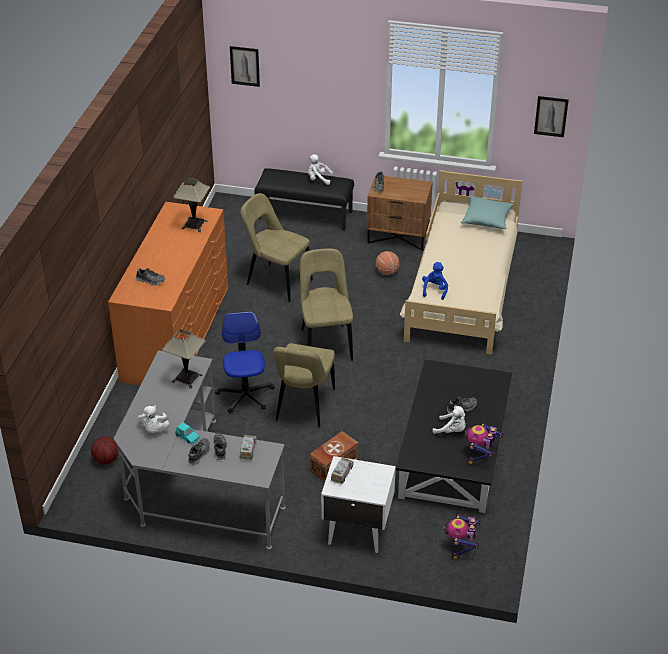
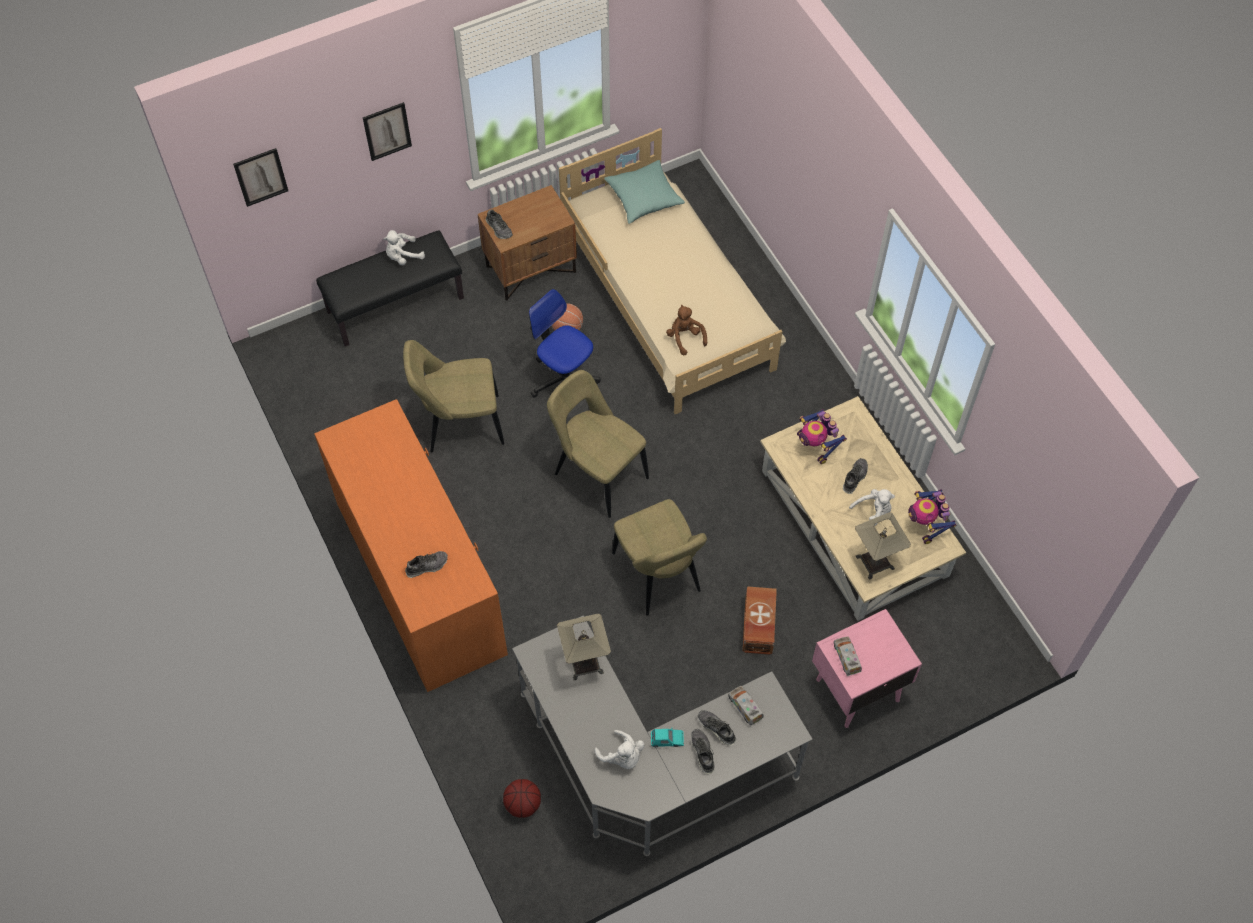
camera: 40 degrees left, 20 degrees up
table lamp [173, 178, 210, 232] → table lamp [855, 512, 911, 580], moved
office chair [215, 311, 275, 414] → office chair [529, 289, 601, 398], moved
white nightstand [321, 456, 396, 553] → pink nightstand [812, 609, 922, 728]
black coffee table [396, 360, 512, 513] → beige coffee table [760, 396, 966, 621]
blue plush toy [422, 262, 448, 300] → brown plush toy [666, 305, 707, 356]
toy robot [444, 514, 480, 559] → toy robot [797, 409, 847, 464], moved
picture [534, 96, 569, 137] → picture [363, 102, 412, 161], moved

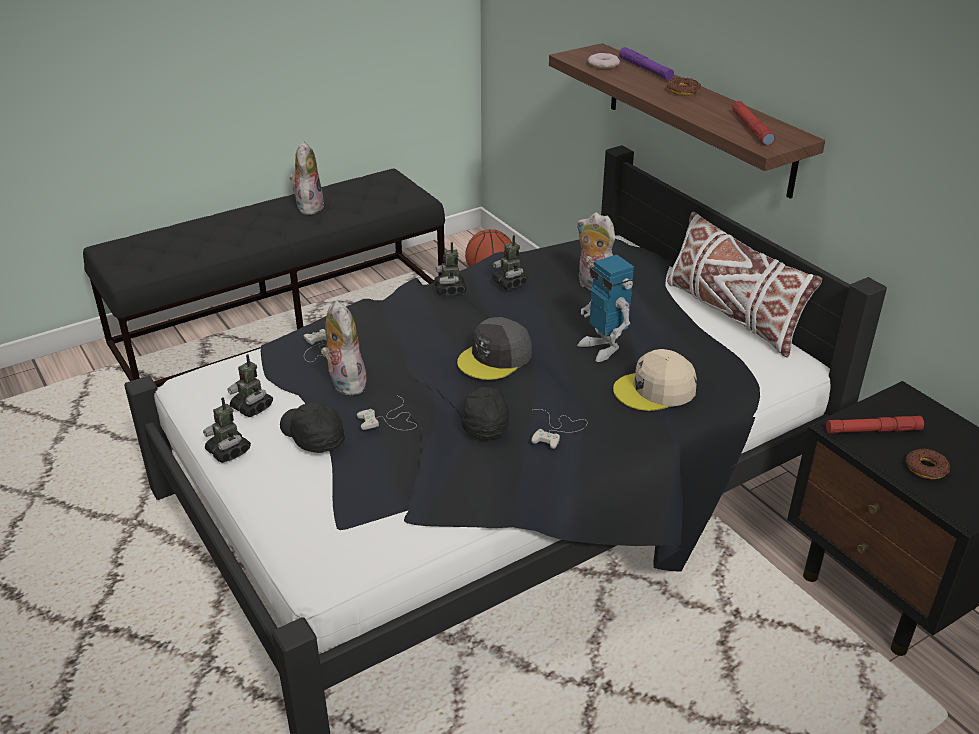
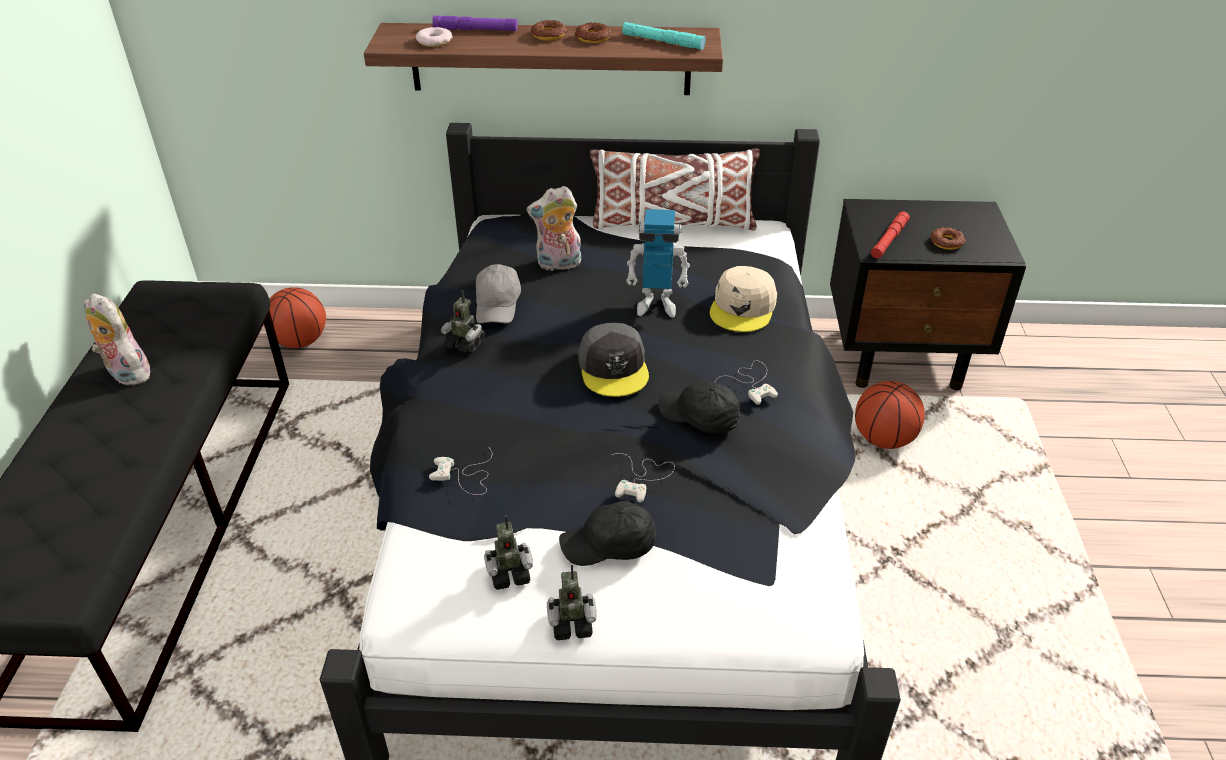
camera: 55 degrees left, 5 degrees up
plush toy [321, 301, 366, 395] → -
toy robot [492, 235, 528, 290] → grey cap [476, 264, 521, 323]
red flashlight [732, 101, 776, 146] → turquoise flashlight [622, 22, 706, 50]
- → donut [575, 22, 611, 43]
- → basketball [855, 381, 925, 449]

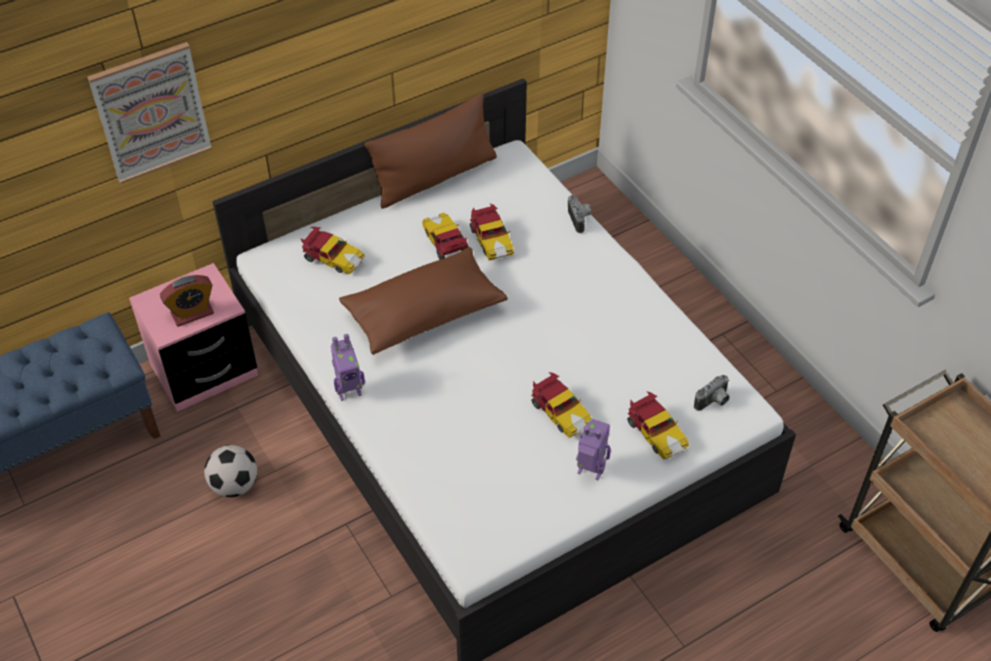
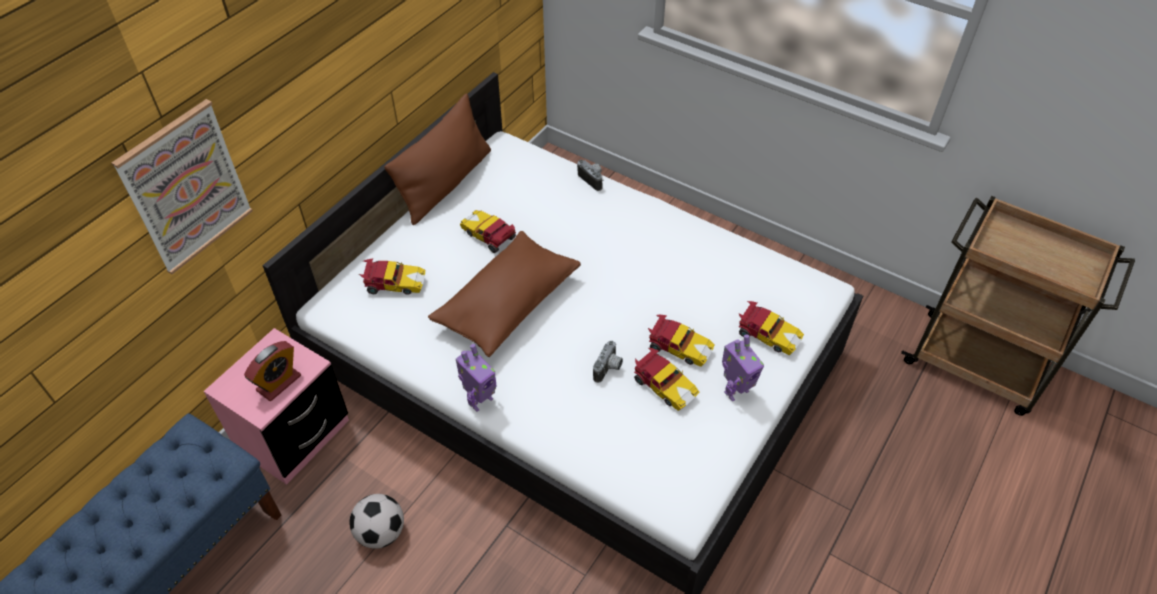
camera: 25 degrees left, 0 degrees up
toy car [470, 203, 514, 260] → toy car [634, 348, 699, 411], moved
toy robot [576, 419, 611, 481] → toy robot [722, 334, 764, 402], 150 degrees clockwise
photo camera [694, 375, 730, 411] → photo camera [593, 341, 623, 383], moved

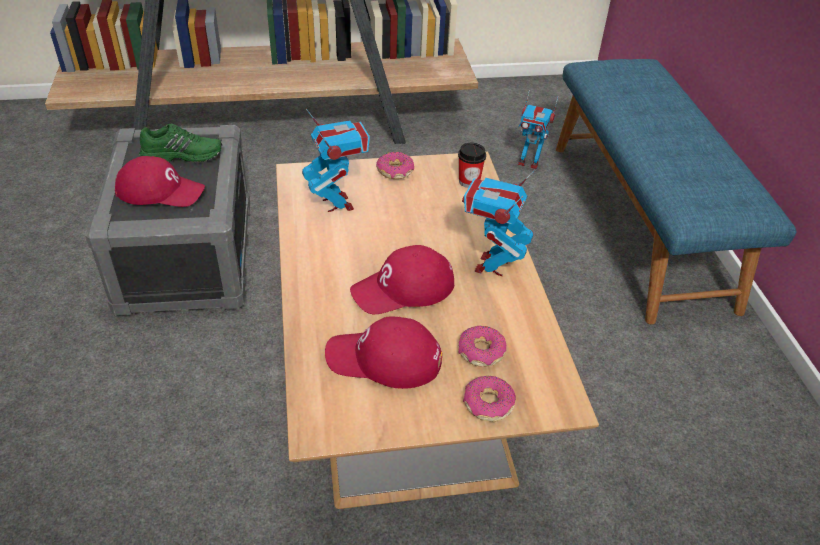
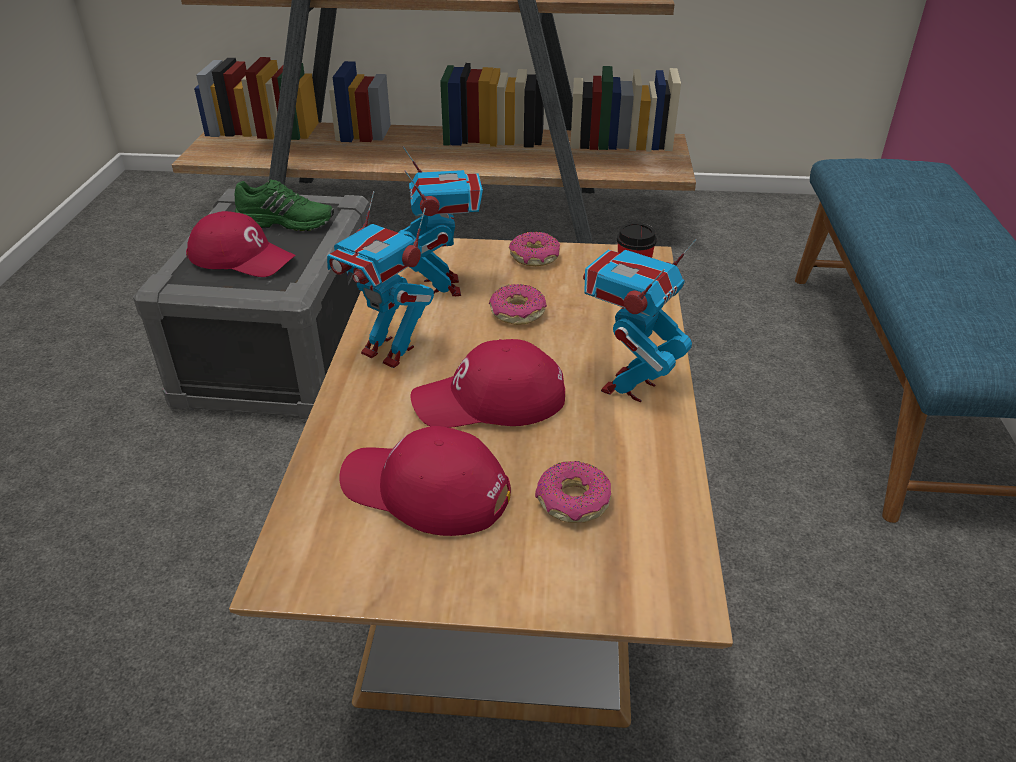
camera: 15 degrees right, 5 degrees down
donut [463, 376, 516, 422] → donut [489, 284, 547, 325], moved
toy robot [518, 90, 558, 169] → toy robot [327, 191, 434, 368], moved

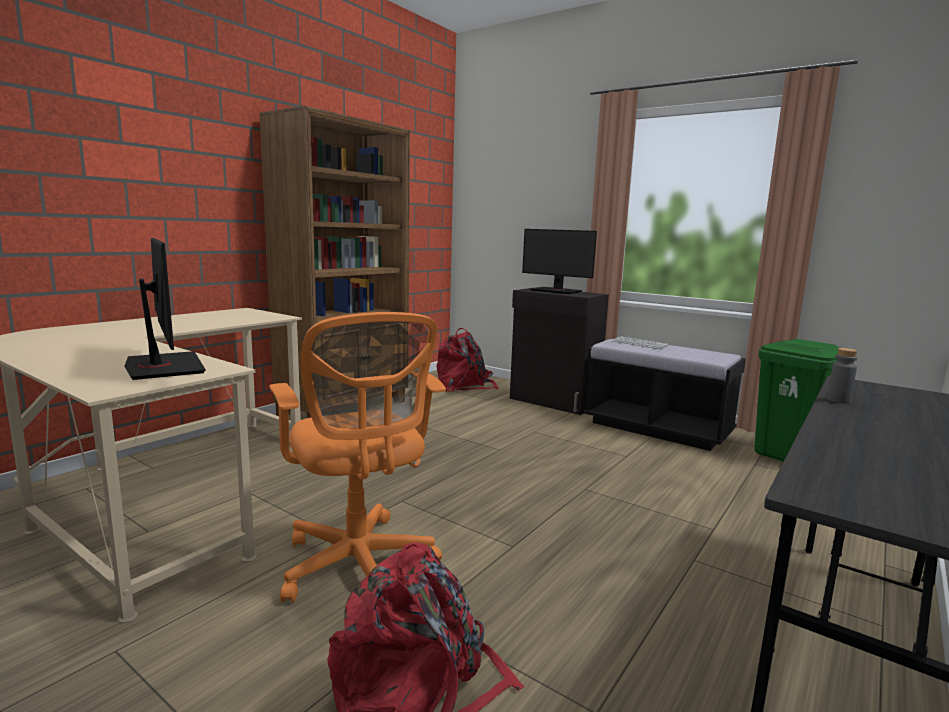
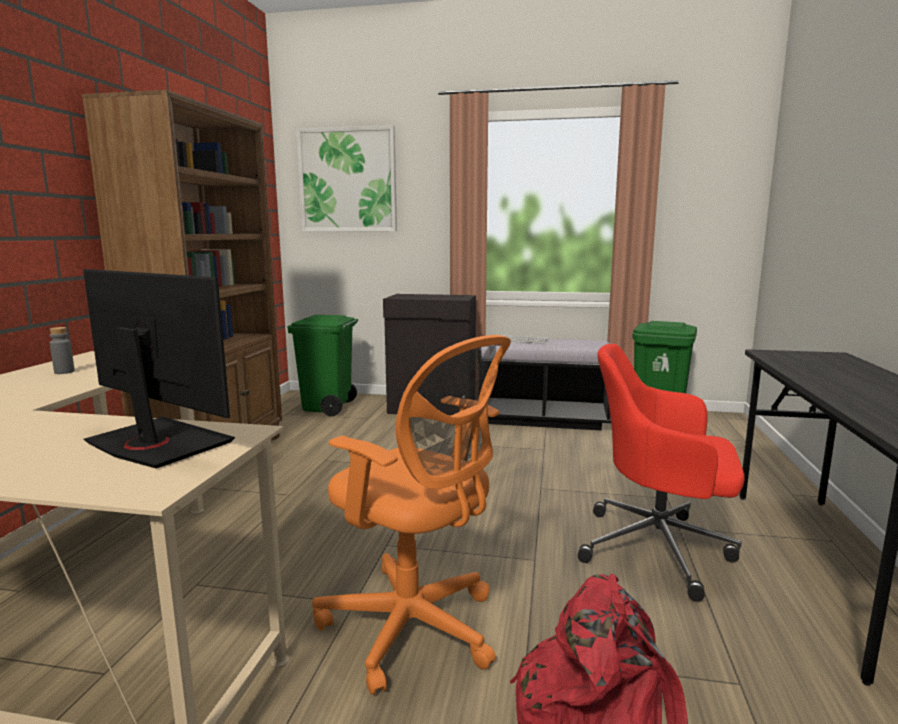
camera: 25 degrees left, 0 degrees up
red backpack [436, 328, 499, 392] → green trash can [288, 315, 358, 416]
monitor [522, 229, 597, 294] → -
grey bottle [827, 348, 858, 403] → grey bottle [50, 327, 75, 374], moved
- → picture [296, 125, 397, 232]
- → red office chair [578, 344, 745, 602]

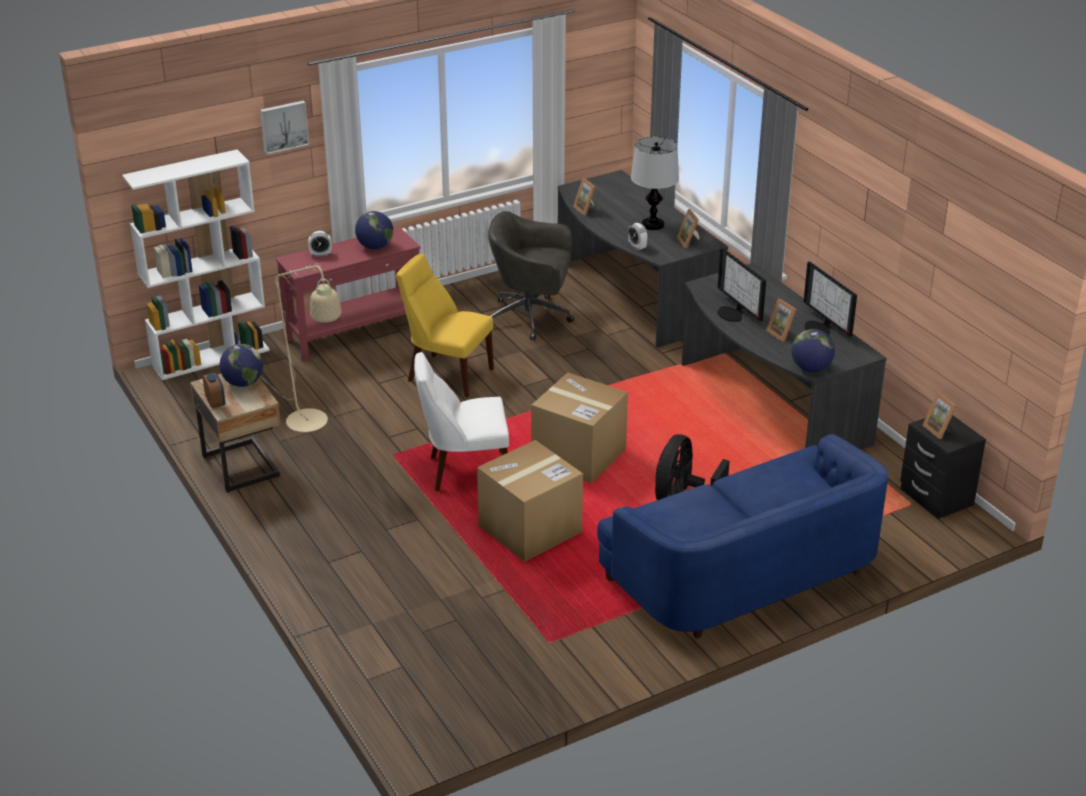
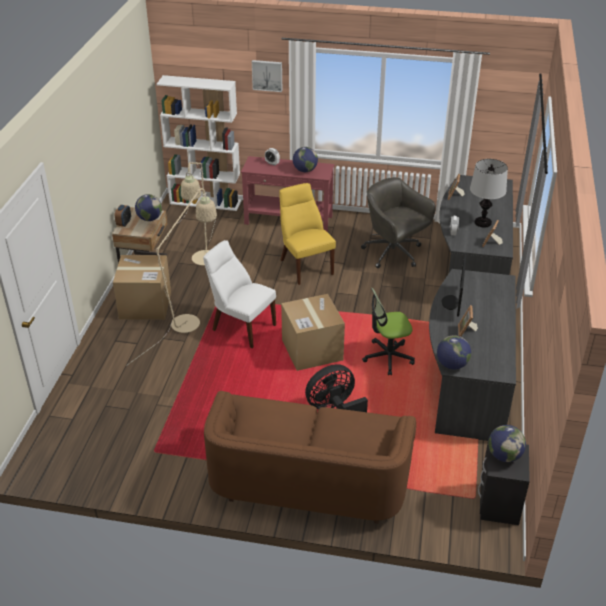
camera: 40 degrees right, 5 degrees up
cardboard box [477, 440, 583, 562] → cardboard box [113, 255, 171, 320], moved
blue sofa [597, 434, 888, 639] → brown sofa [204, 391, 416, 524]
monitor [803, 261, 857, 337] → -
picture frame [923, 392, 956, 439] → globe [488, 425, 526, 462]
- → beige floor lamp [126, 188, 217, 366]
- → office chair [362, 288, 415, 376]

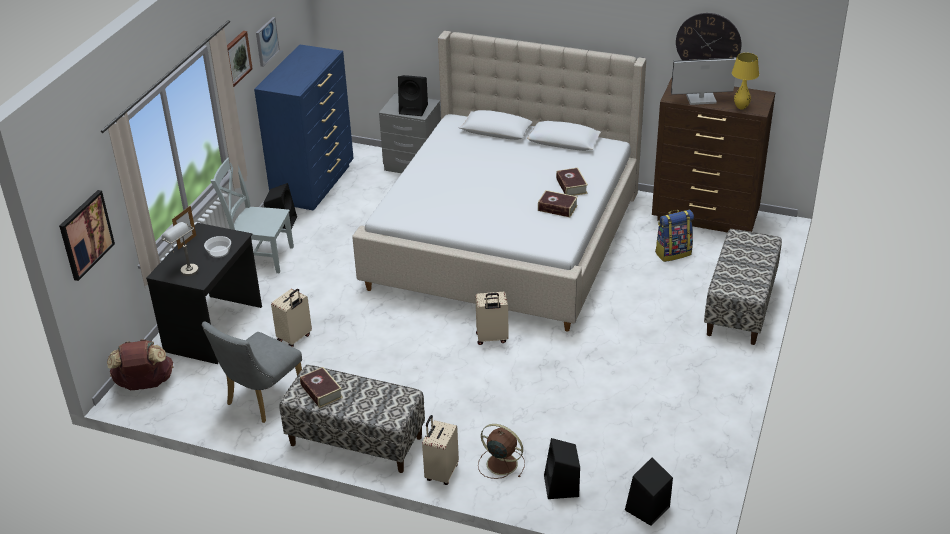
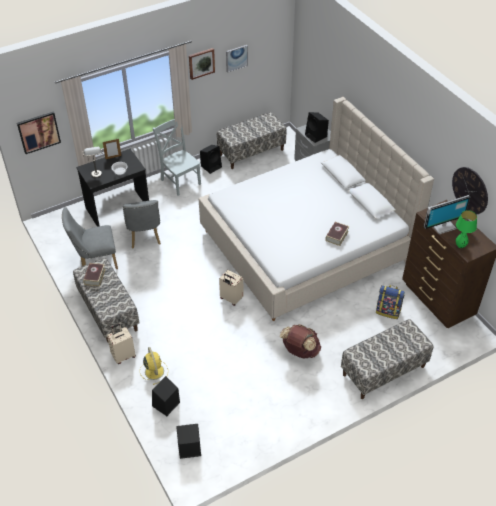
camera: 40 degrees right, 10 degrees up
brown backpack [107, 339, 173, 390] → brown backpack [280, 324, 321, 358], moved
blue dresser [254, 44, 354, 211] → bench [217, 112, 287, 169]
beige suitcase [271, 289, 312, 347] → grey chair [123, 200, 161, 249]
brown fan [478, 424, 525, 479] → yellow fan [140, 347, 168, 385]
book [538, 190, 578, 217] → -
monitor [671, 58, 736, 105] → monitor [424, 195, 470, 234], 120 degrees clockwise
yellow table lamp [732, 53, 759, 110] → green table lamp [456, 210, 477, 248]

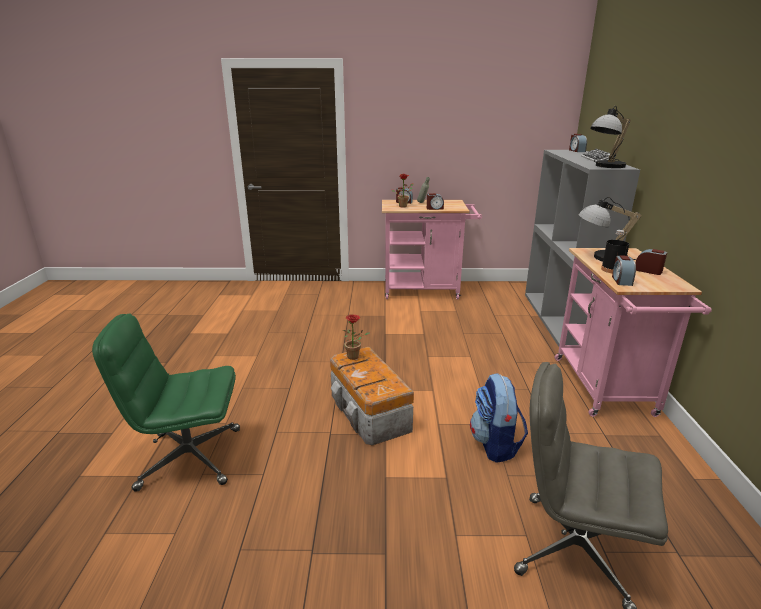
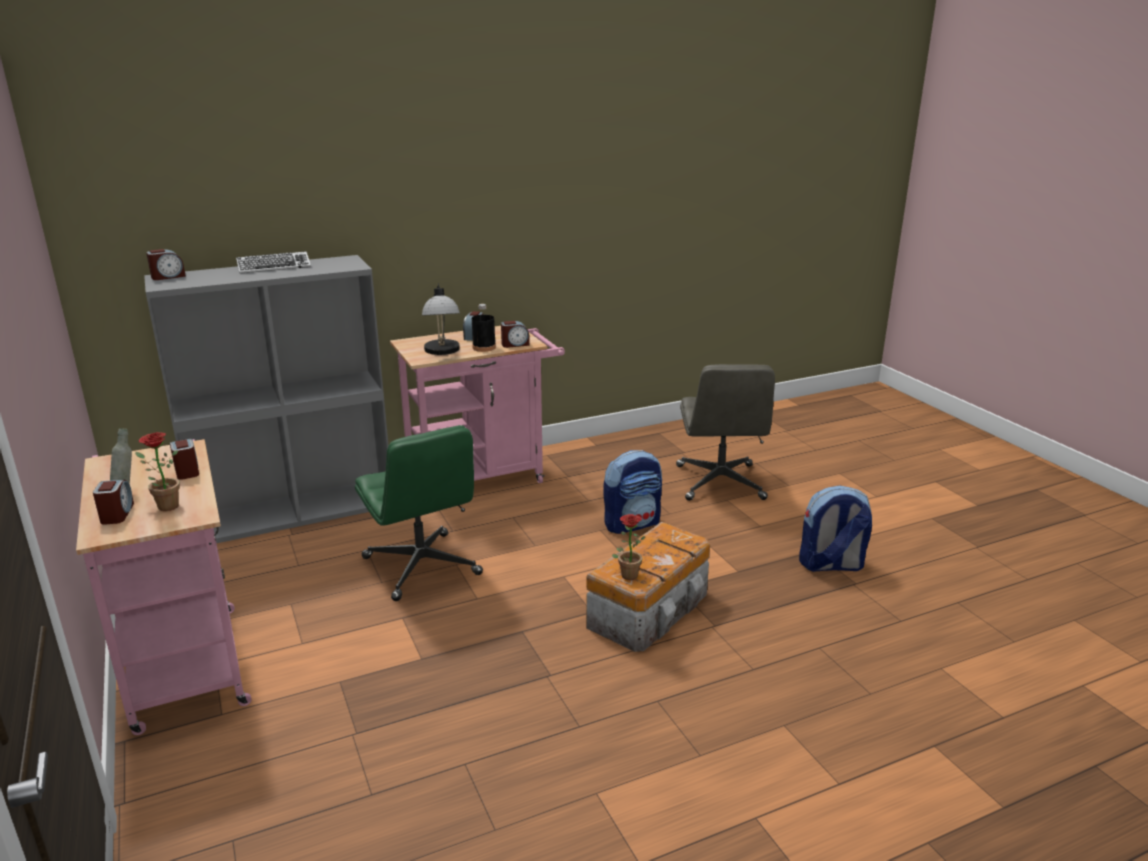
camera: 115 degrees left, 0 degrees up
green office chair [92, 314, 240, 492] → green office chair [355, 425, 483, 601], moved
table lamp [590, 106, 631, 168] → -
- → backpack [799, 485, 872, 572]

